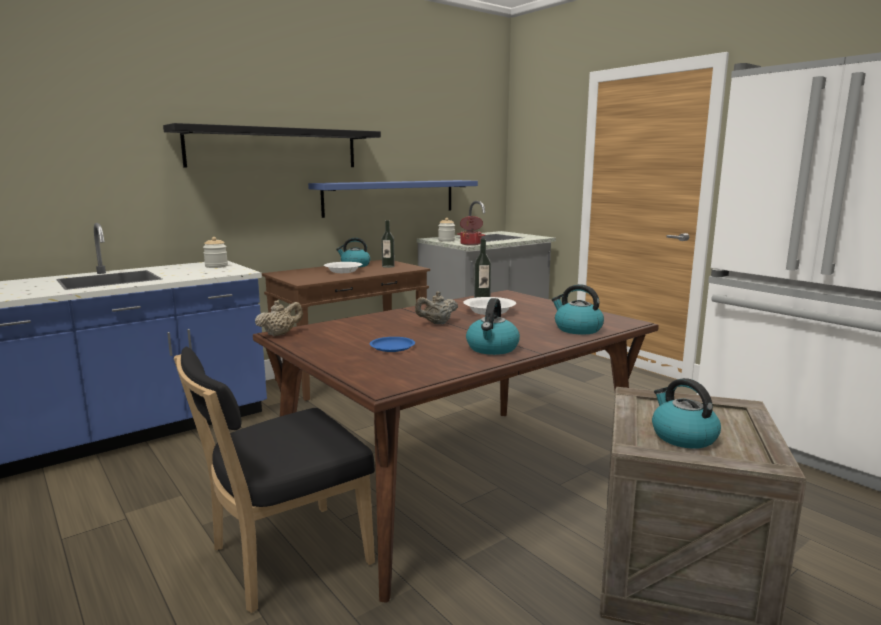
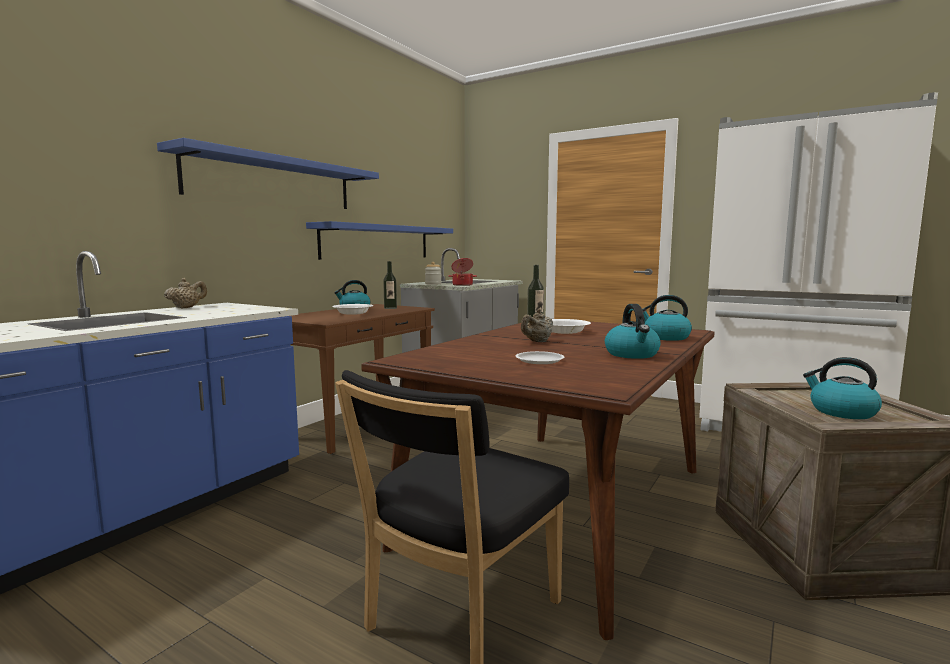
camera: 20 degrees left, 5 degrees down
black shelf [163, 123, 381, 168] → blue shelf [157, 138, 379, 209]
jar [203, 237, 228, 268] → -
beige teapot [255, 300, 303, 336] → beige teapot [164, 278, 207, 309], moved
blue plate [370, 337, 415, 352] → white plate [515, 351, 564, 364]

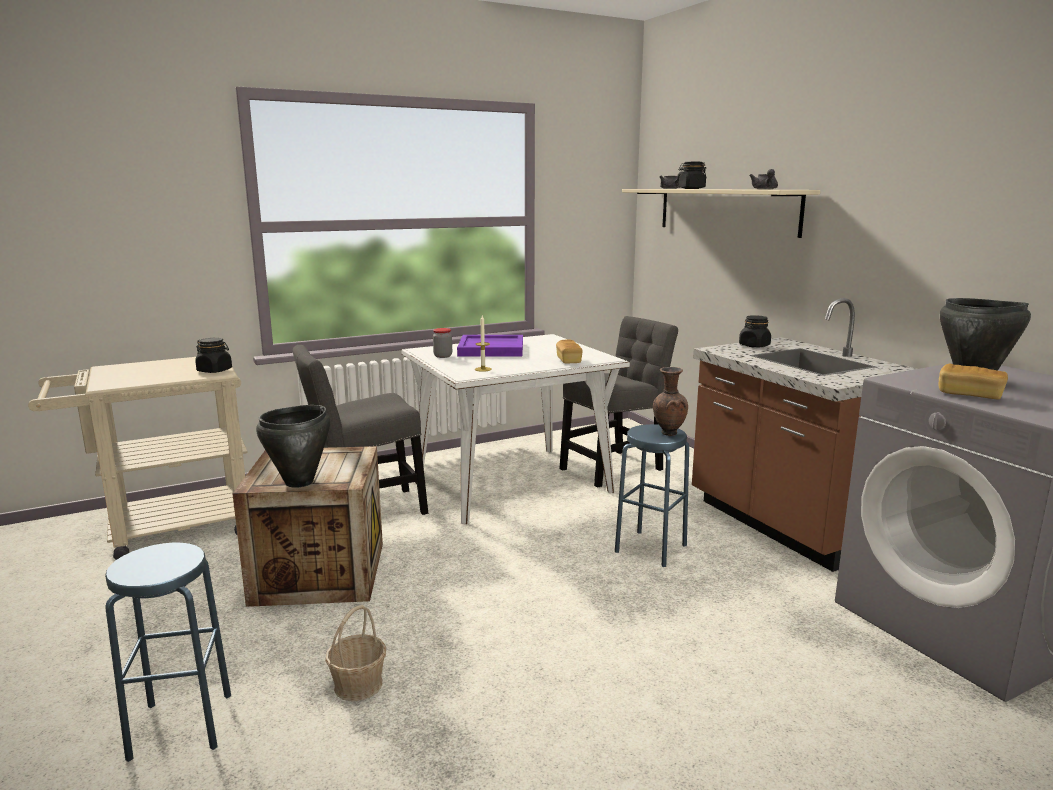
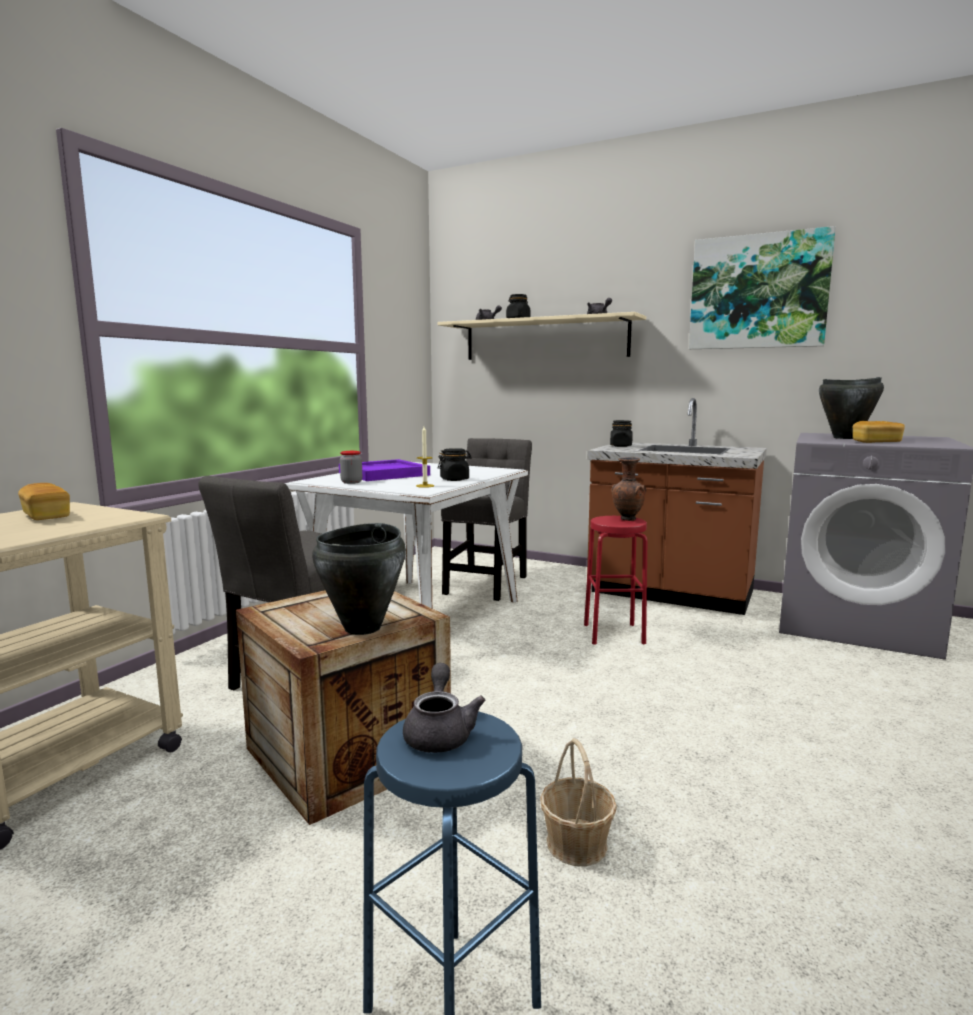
camera: 35 degrees left, 5 degrees down
black jar [195, 338, 232, 373] → black jar [438, 448, 472, 481], moved
bread [556, 339, 583, 363] → bread [18, 483, 70, 520], moved
blue stool [615, 424, 689, 567] → red stool [584, 516, 647, 645]
- → grey teapot [403, 663, 486, 753]
- → picture [689, 226, 836, 349]

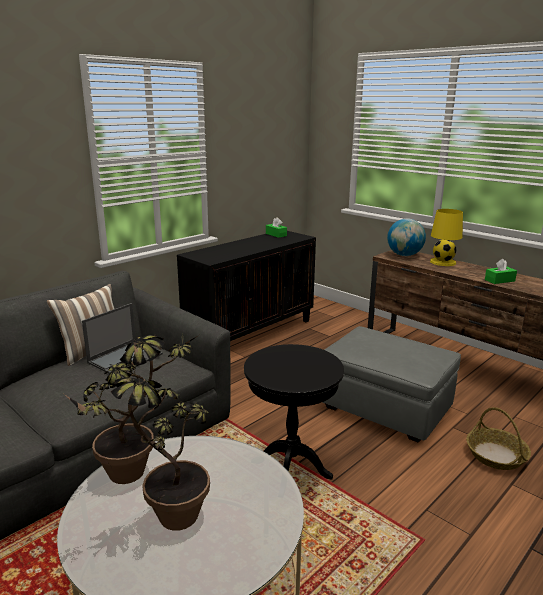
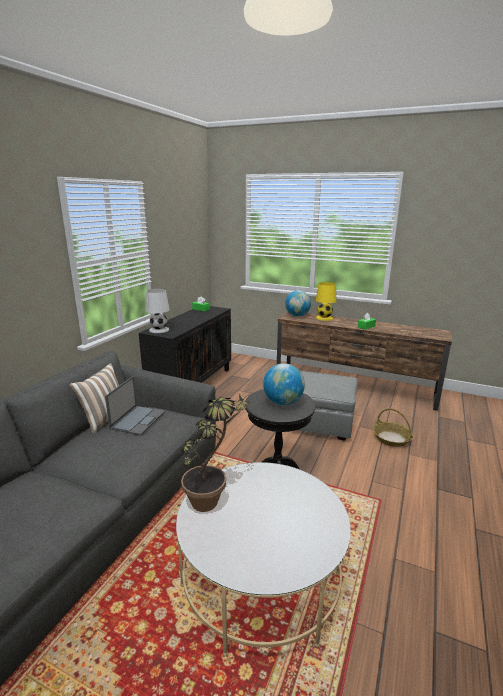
camera: 20 degrees left, 0 degrees up
potted plant [64, 378, 210, 531] → -
- → white table lamp [146, 289, 170, 333]
- → globe [263, 363, 305, 405]

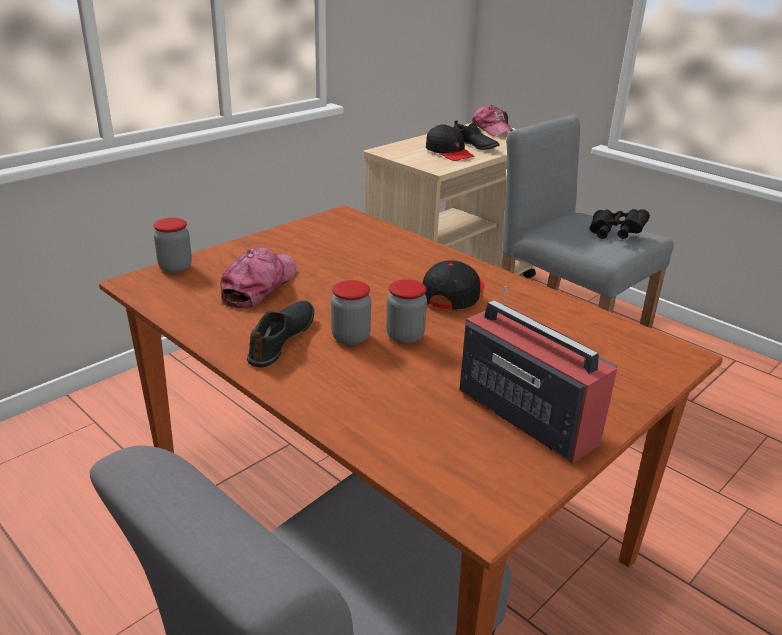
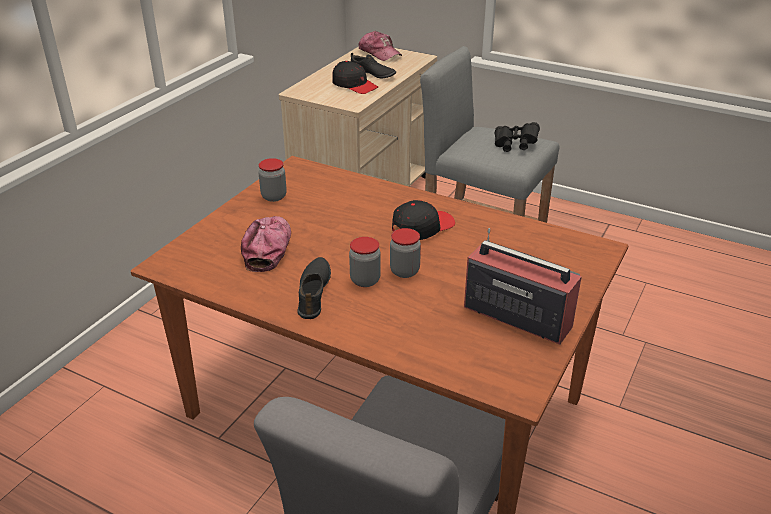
camera: 15 degrees left, 5 degrees up
jar [154, 218, 192, 273] → jar [258, 158, 287, 202], moved
black cap [422, 260, 484, 310] → black cap [392, 200, 455, 240], 45 degrees clockwise

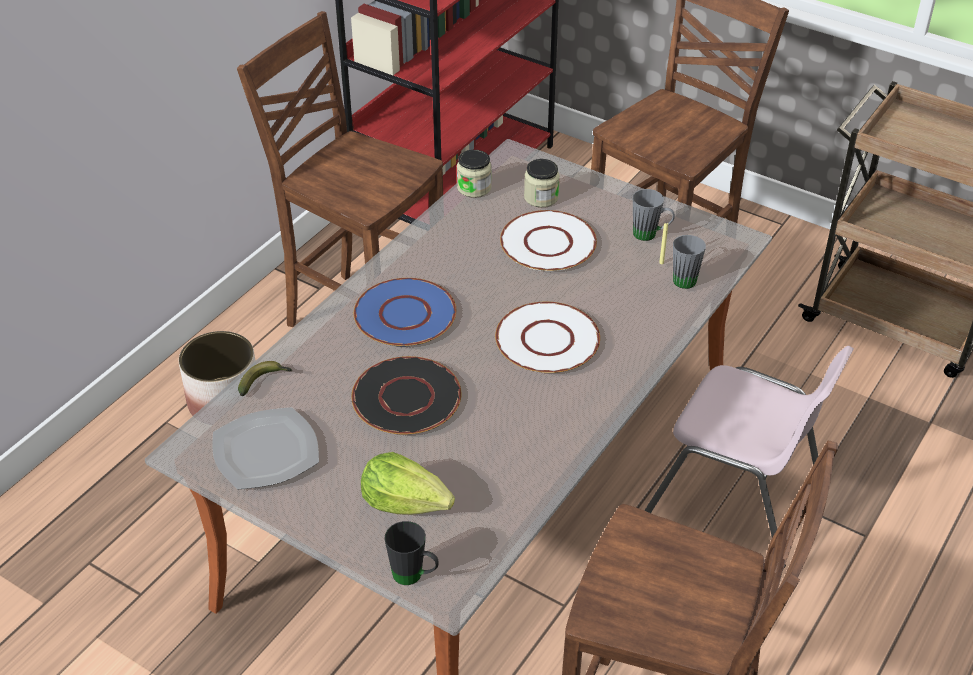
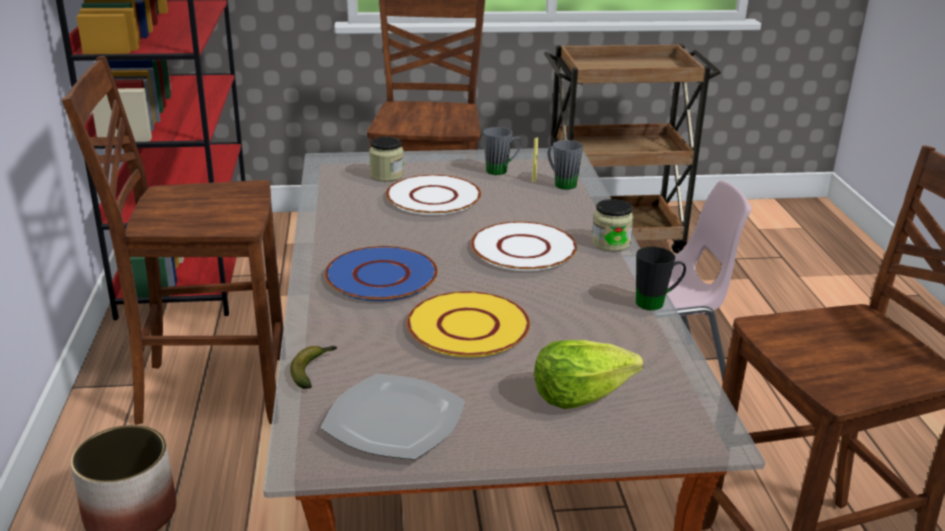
camera: 40 degrees left, 15 degrees down
black plate [351, 356, 461, 434] → yellow plate [407, 291, 530, 357]
black mug [384, 521, 439, 585] → black mug [636, 247, 686, 310], moved
jar [457, 150, 492, 198] → jar [592, 199, 634, 251], moved

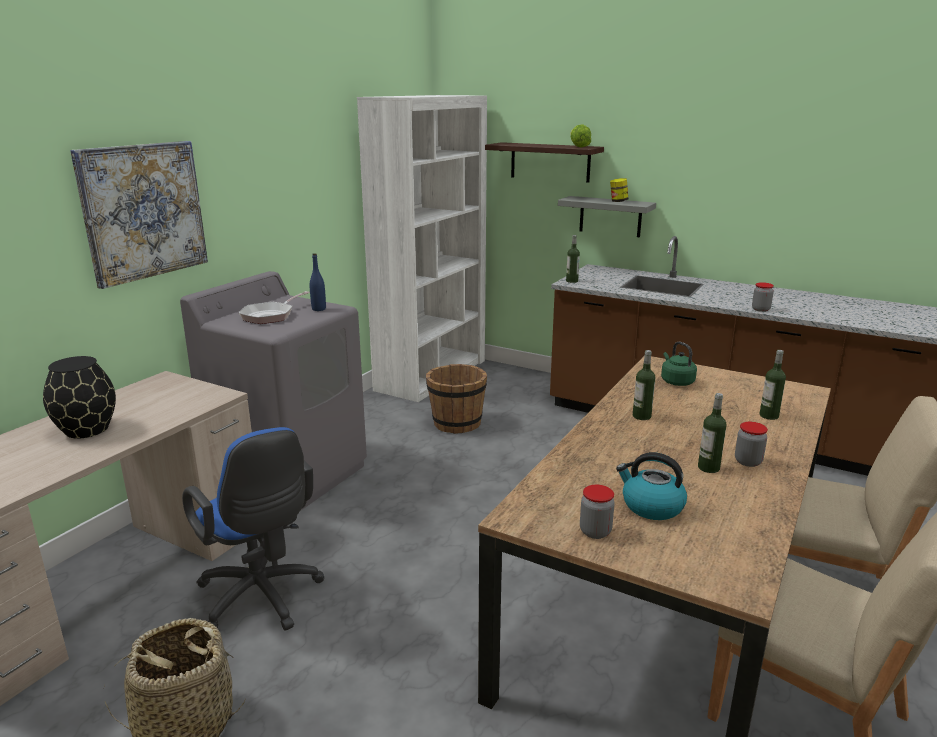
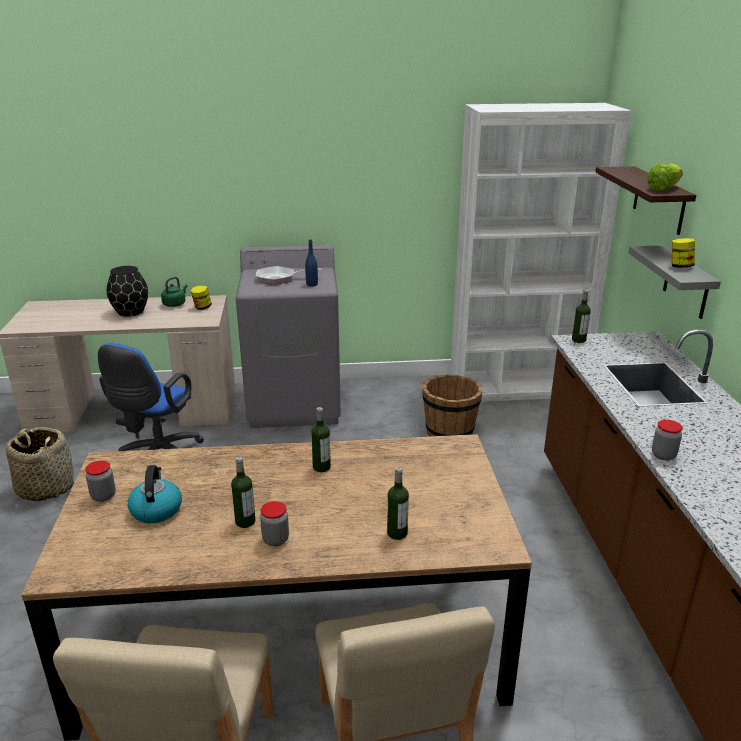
camera: 55 degrees right, 5 degrees up
picture [70, 141, 208, 289] → -
green kettle [661, 342, 697, 386] → green kettle [161, 277, 187, 307], moved
- → jar [190, 285, 212, 310]

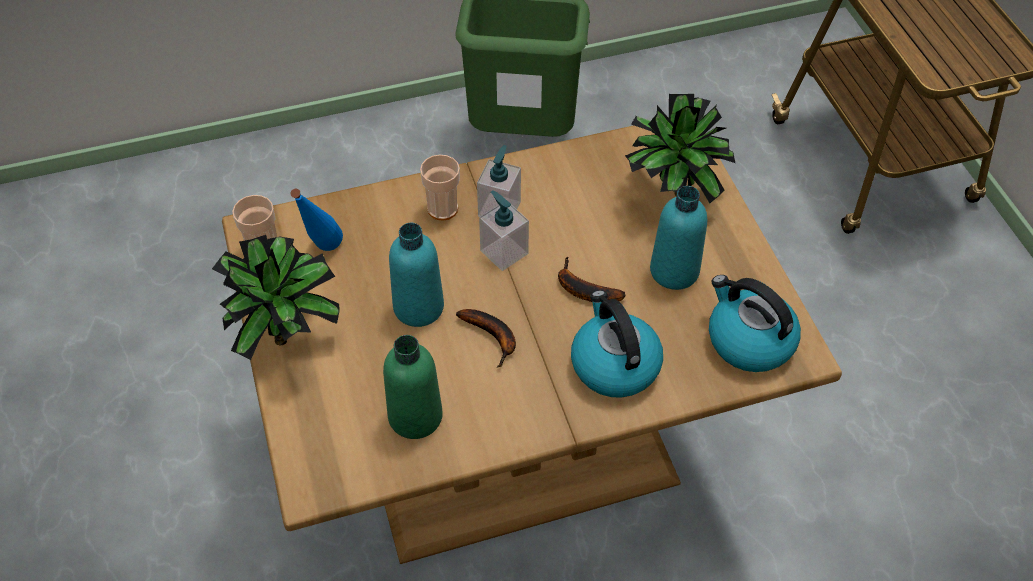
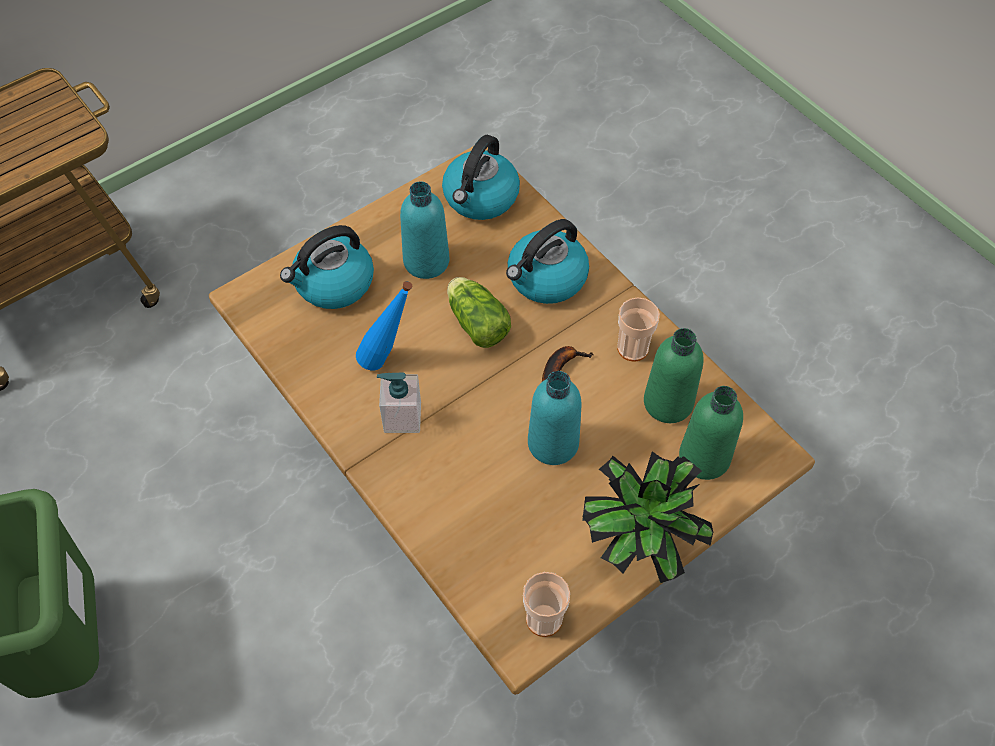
camera: 110 degrees left, 5 degrees up
blue bottle [291, 189, 343, 251] → blue bottle [356, 281, 412, 370], moved
cup [420, 155, 460, 220] → cup [617, 297, 660, 362], moved
soap dispenser [479, 191, 529, 271] → -
banana [558, 257, 626, 302] → lettuce [447, 277, 511, 348]
potted plant [625, 94, 735, 204] → kettle [280, 225, 374, 309]
- → green bottle [679, 386, 743, 480]

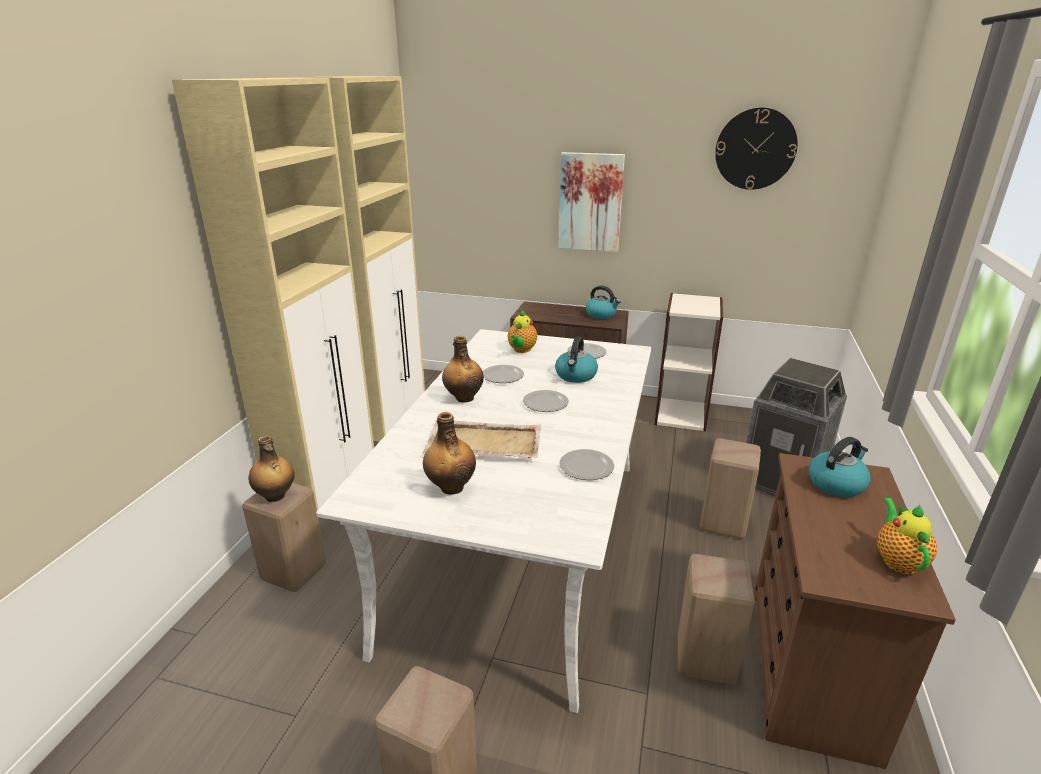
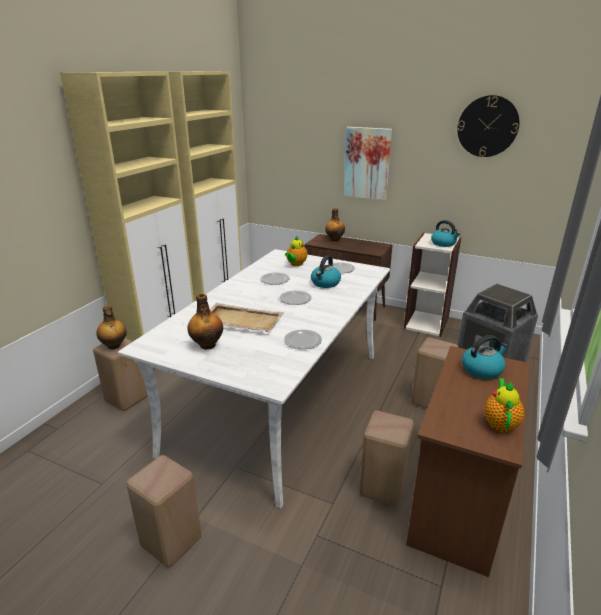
camera: 10 degrees right, 0 degrees up
bottle [442, 336, 484, 402] → bottle [325, 208, 345, 241], moved
kettle [586, 285, 621, 319] → kettle [431, 220, 461, 247], moved

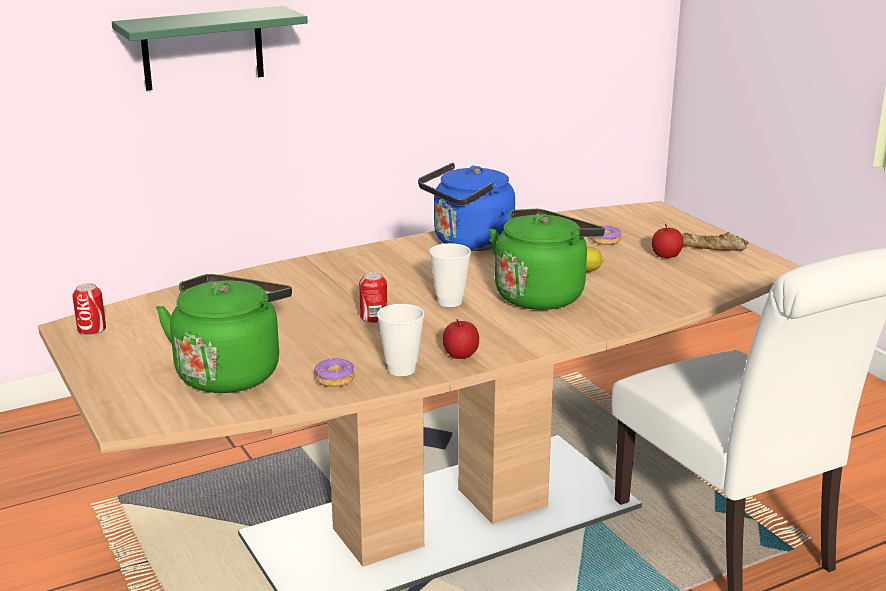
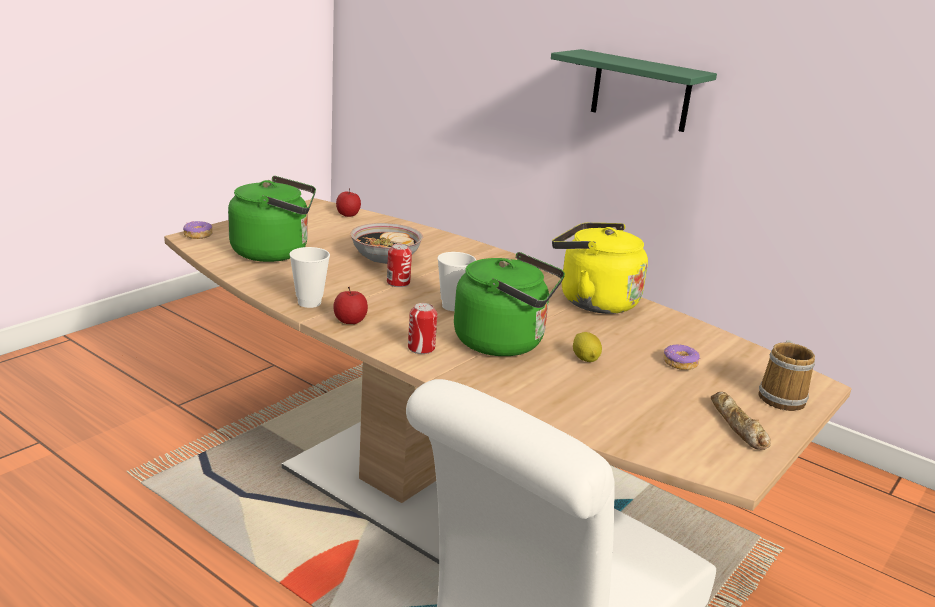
camera: 65 degrees right, 0 degrees up
can [72, 283, 106, 335] → can [408, 303, 437, 354], moved
donut [315, 358, 355, 387] → donut [183, 221, 213, 239], moved
blue kettle [418, 163, 515, 251] → yellow kettle [552, 223, 648, 314]
apple [652, 224, 683, 258] → apple [336, 188, 361, 217], moved
- → bowl [350, 223, 423, 264]
- → mug [758, 340, 815, 411]

